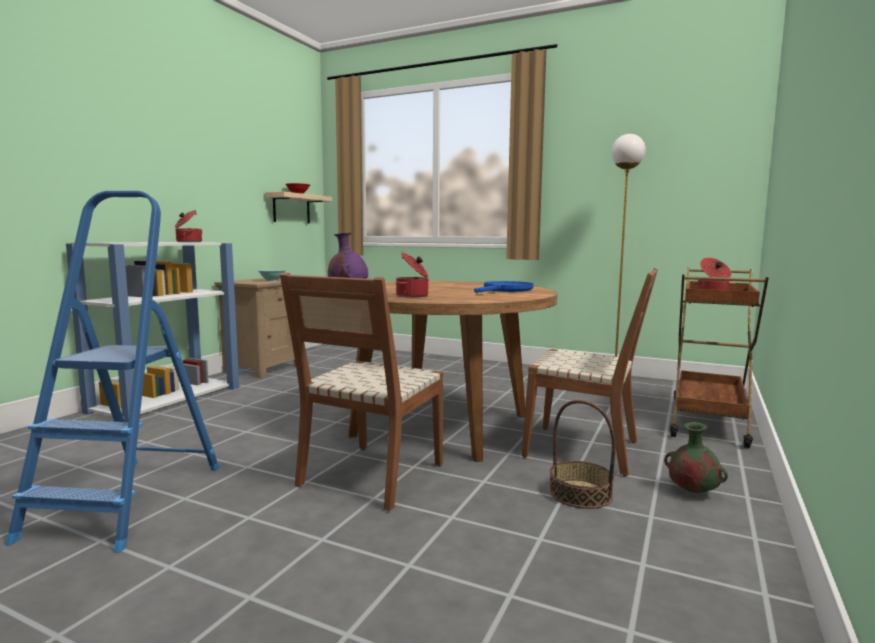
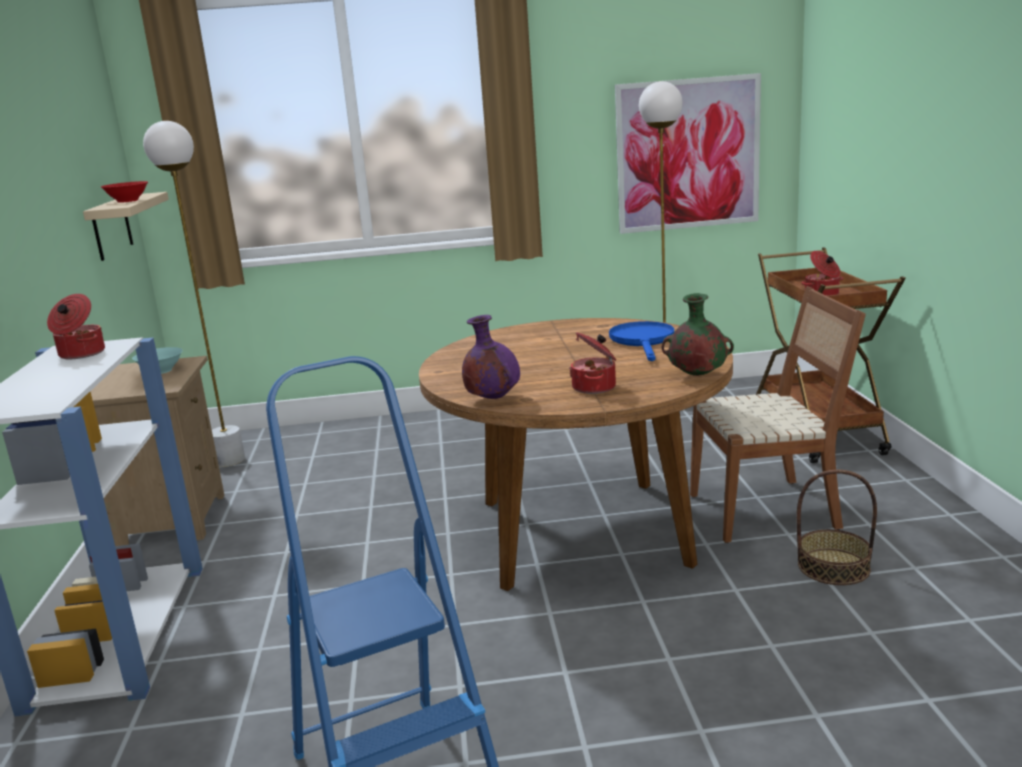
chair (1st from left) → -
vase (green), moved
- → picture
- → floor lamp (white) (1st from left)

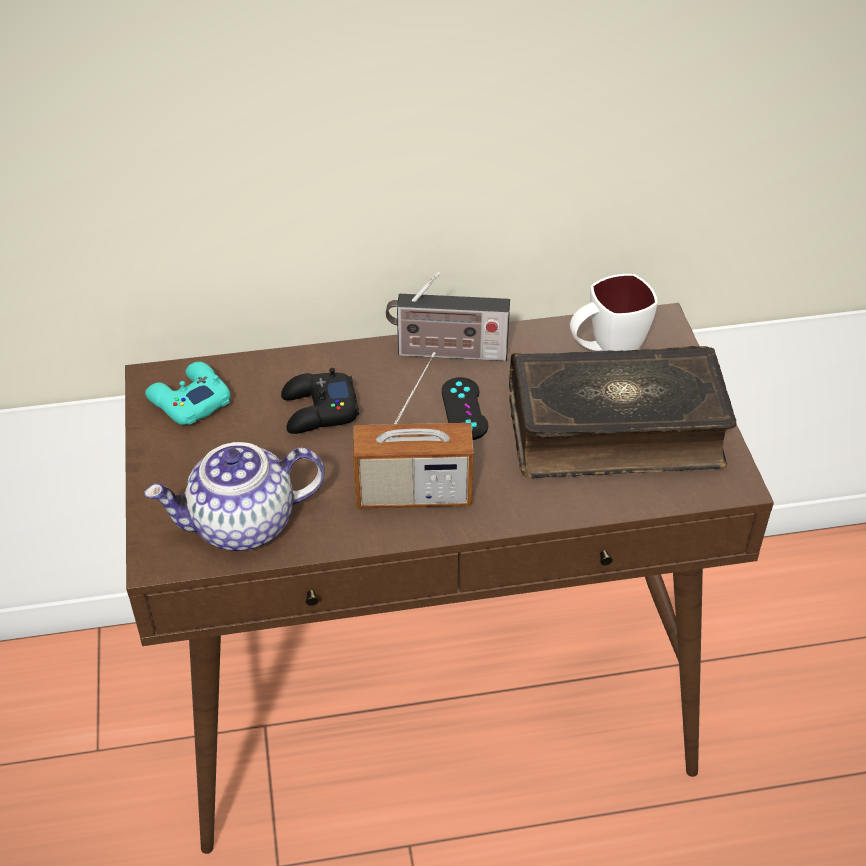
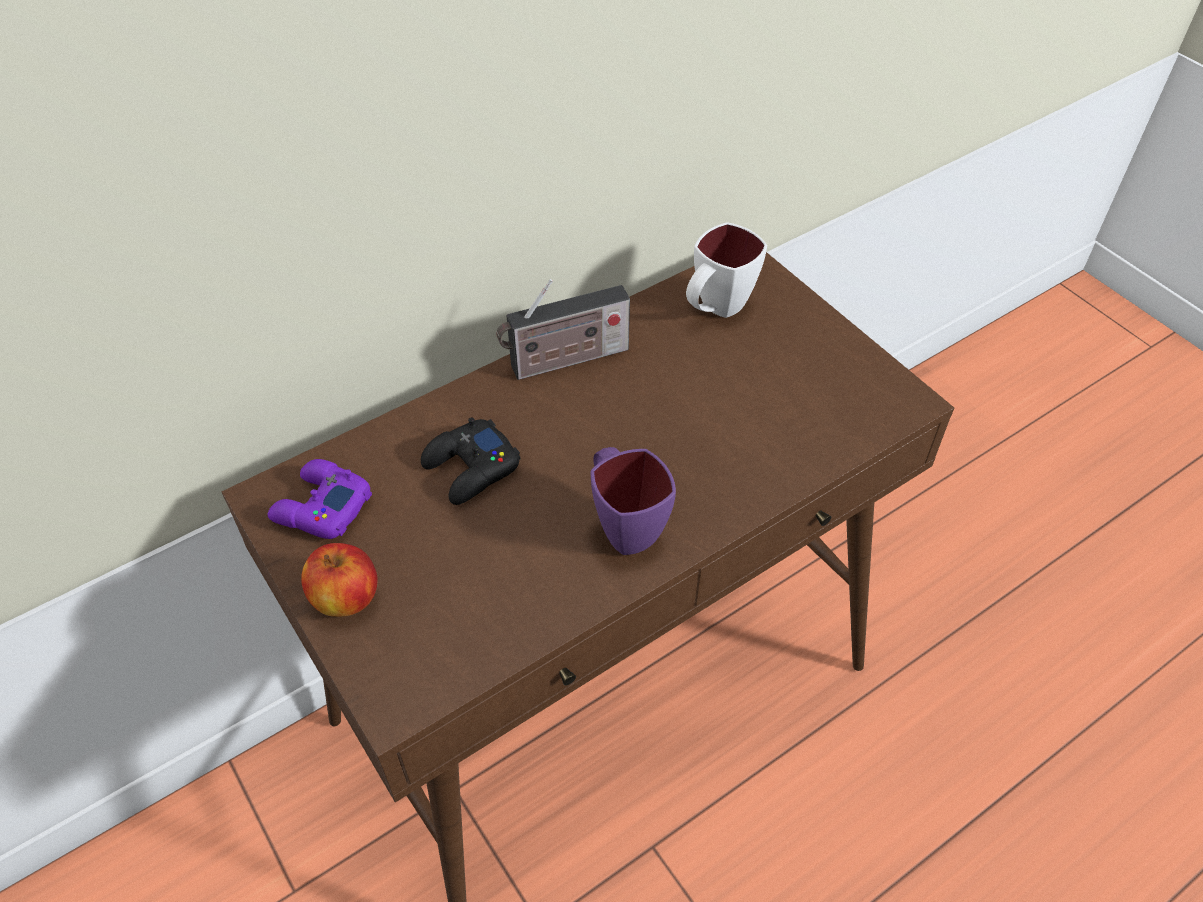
book → -
radio (1st from left) → mug (purple)
game controller (turquoise) → game controller (purple)
game controller (black) (2nd from left) → -
teapot → -
- → apple

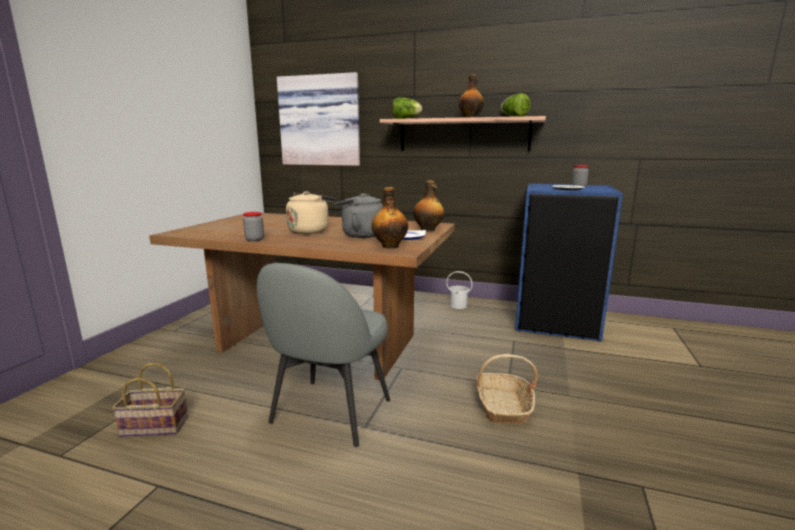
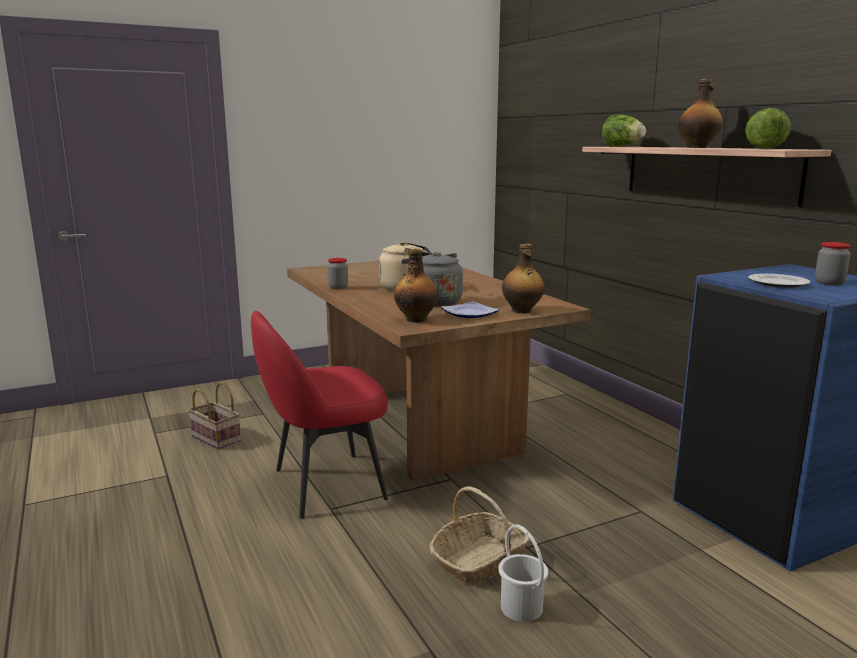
picture → -
chair (grey) → chair (red)
bucket (white), moved

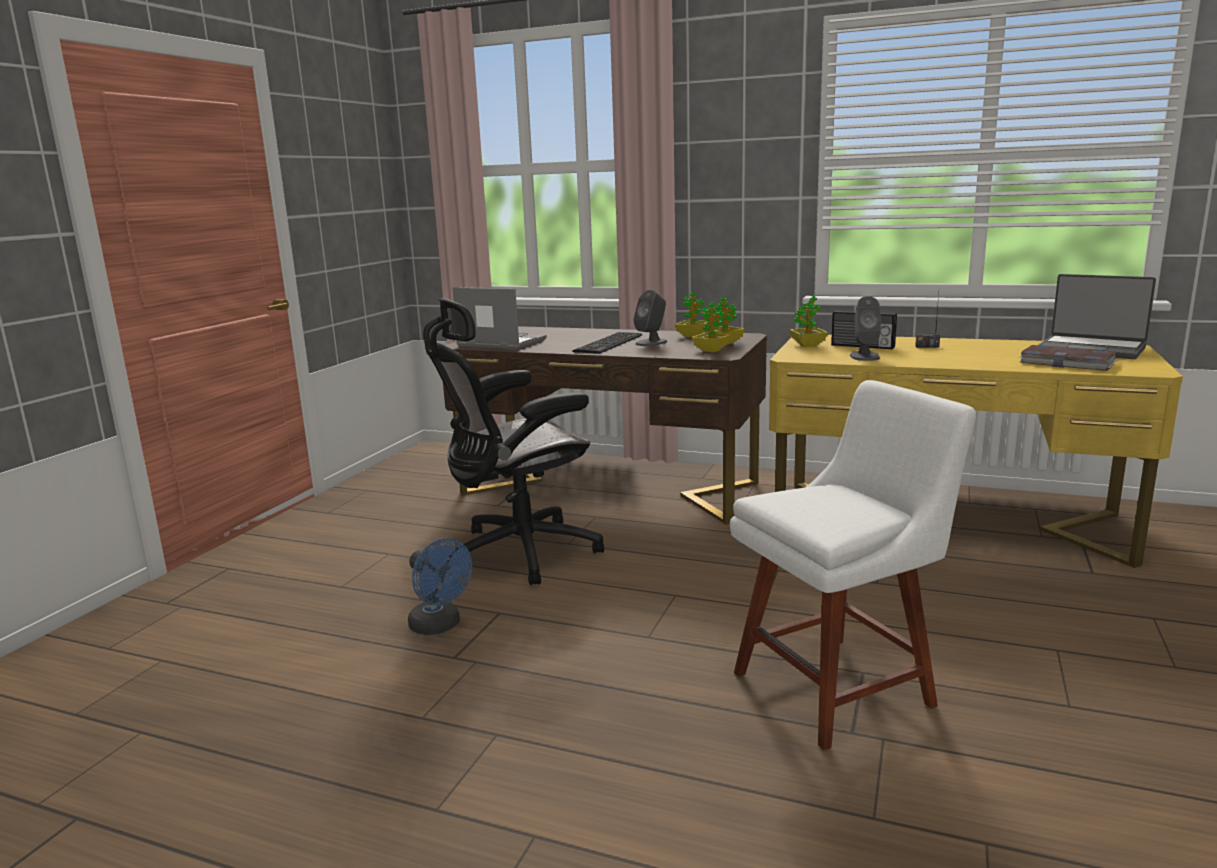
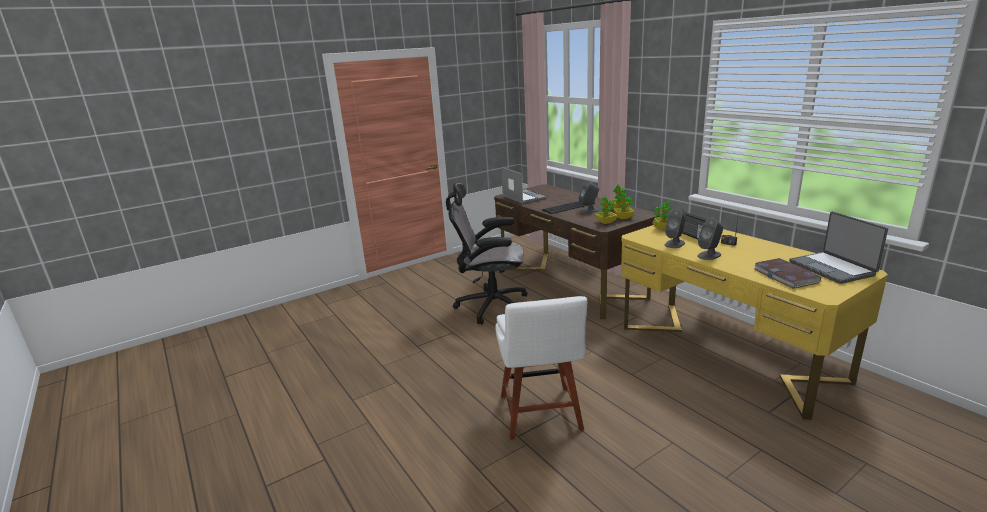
chair (white), 75 degrees clockwise
fan (blue) → -
- → speaker (grey) (3rd from left)

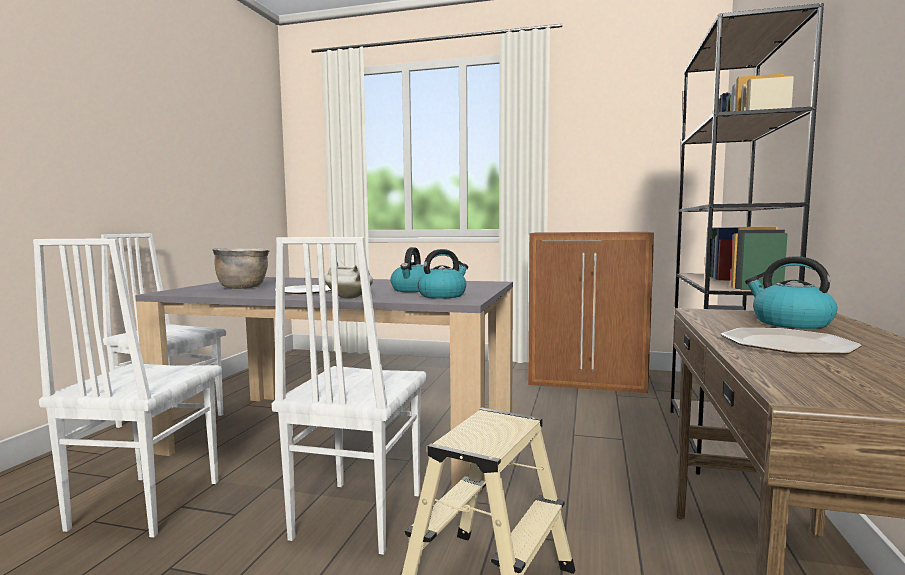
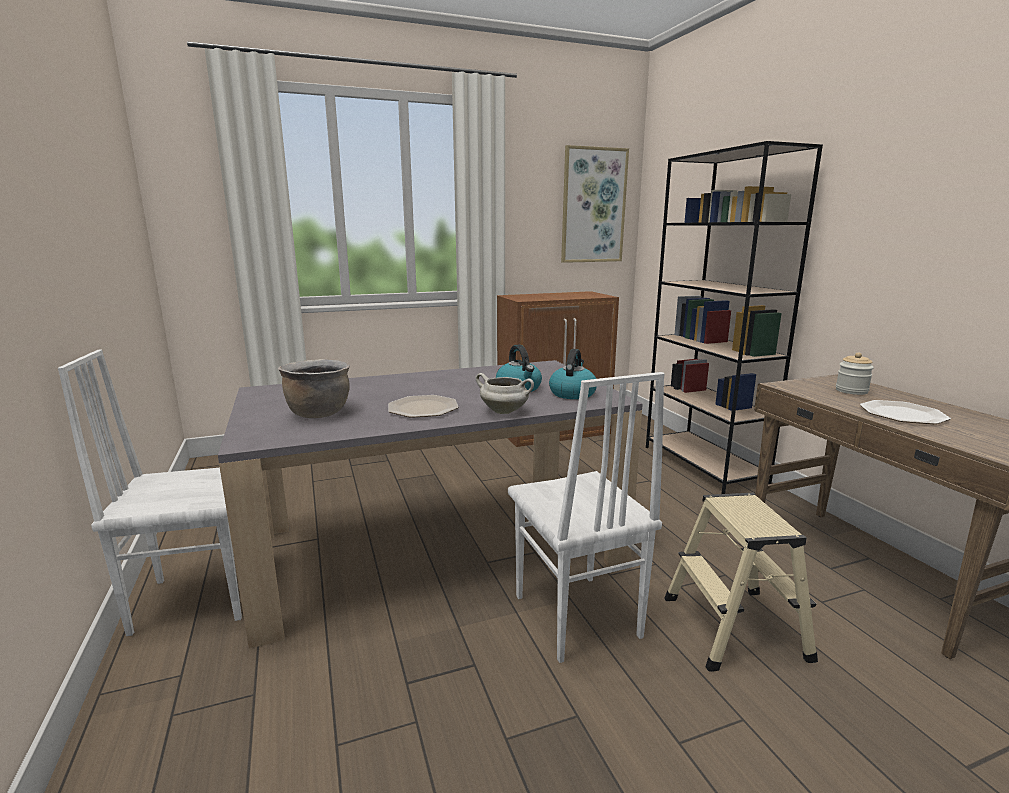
chair (white) (1st from left) → -
kettle (3rd from left) → jar
- → picture

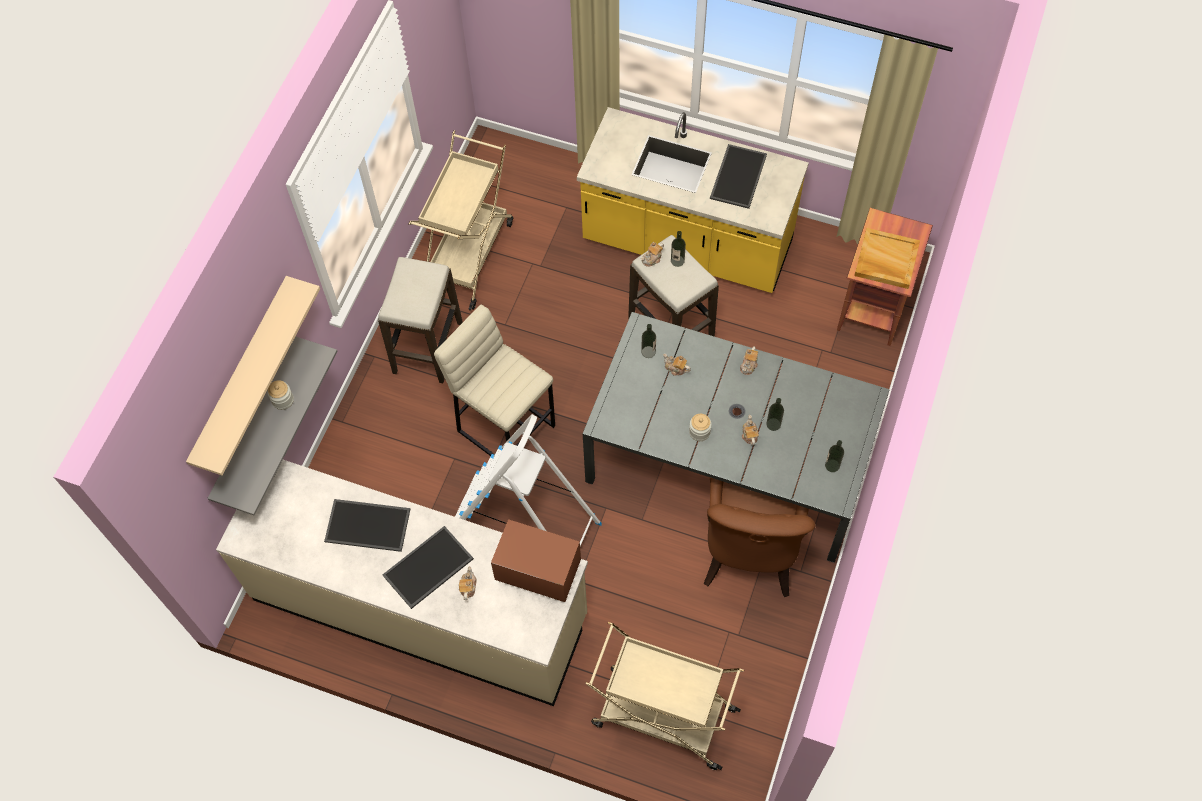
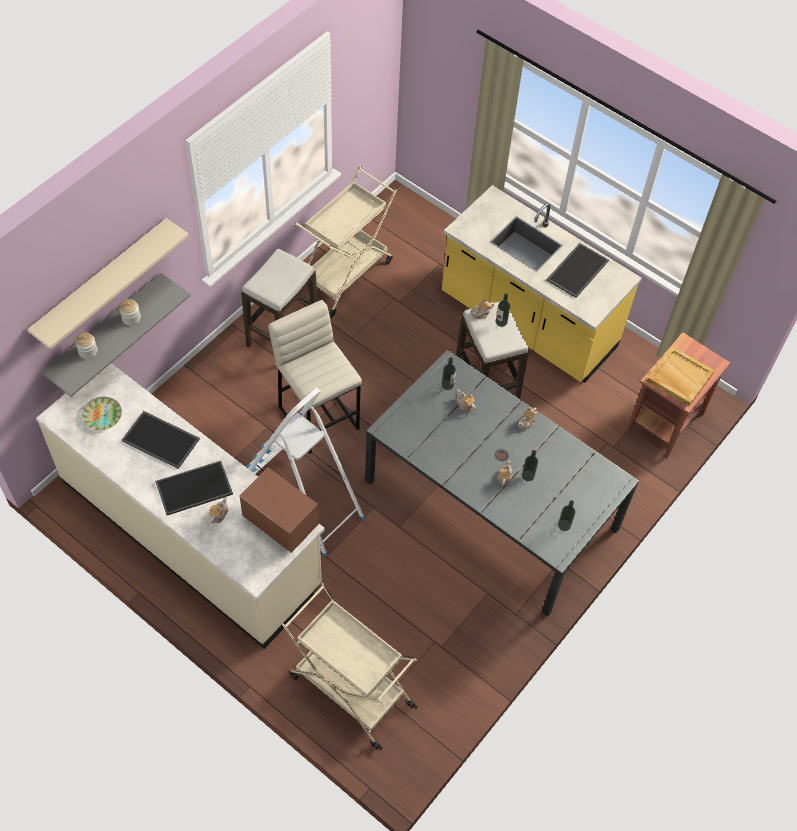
jar (2nd from left in the first image) → jar (1st from left), moved
chair (brown) → -
- → plate

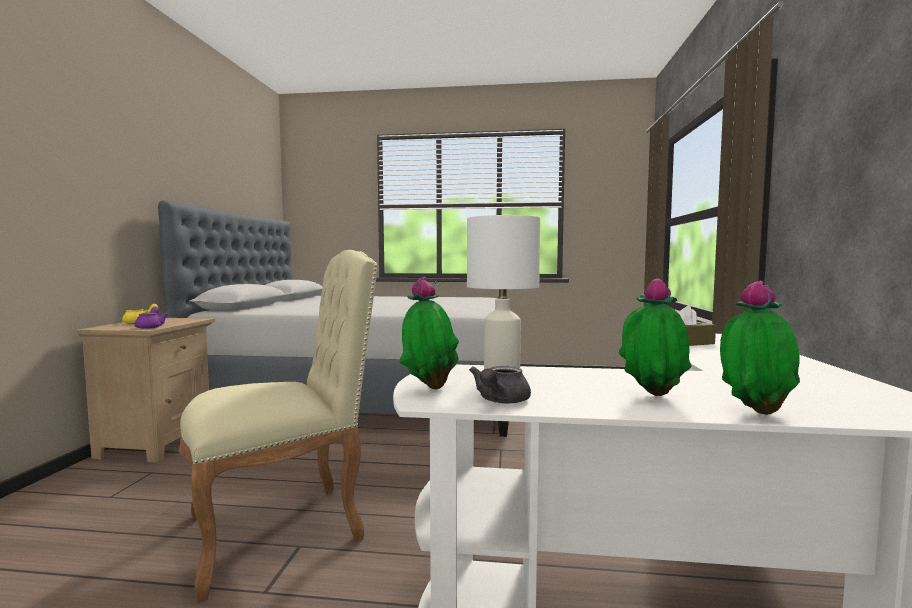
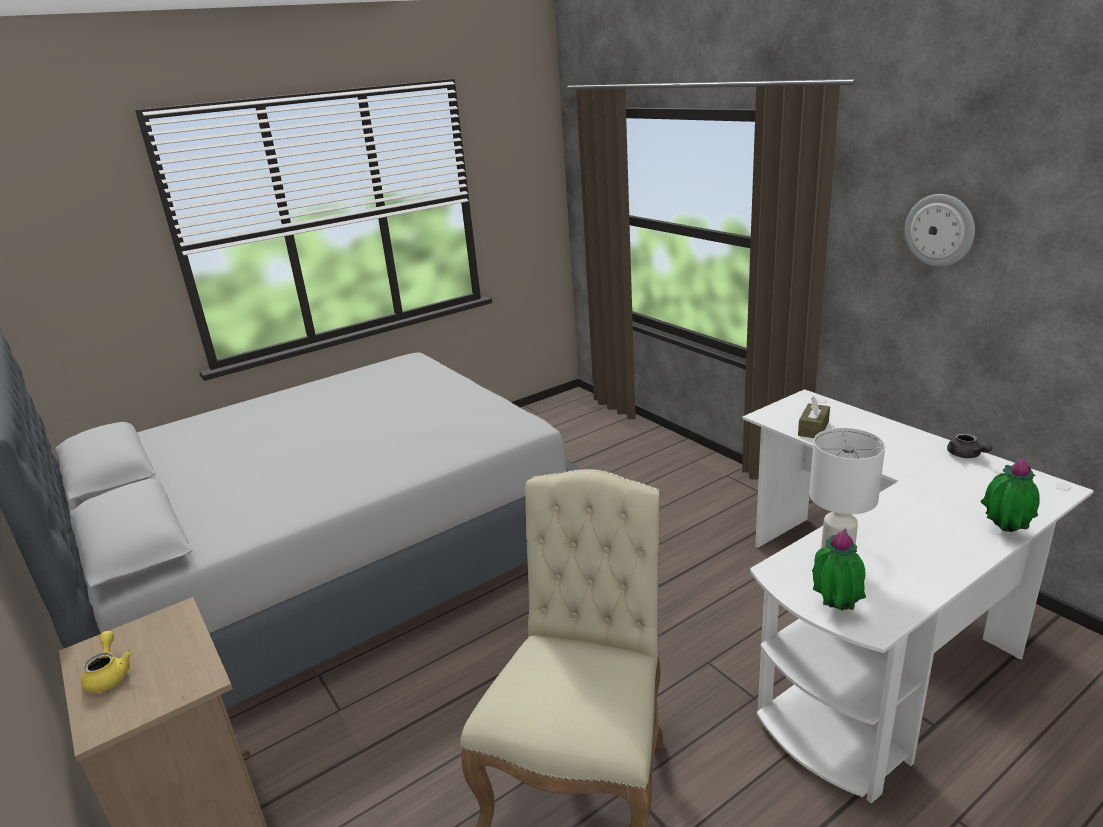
potted plant (2nd from left) → -
teapot (purple) → -
teapot (grey), moved
- → wall clock

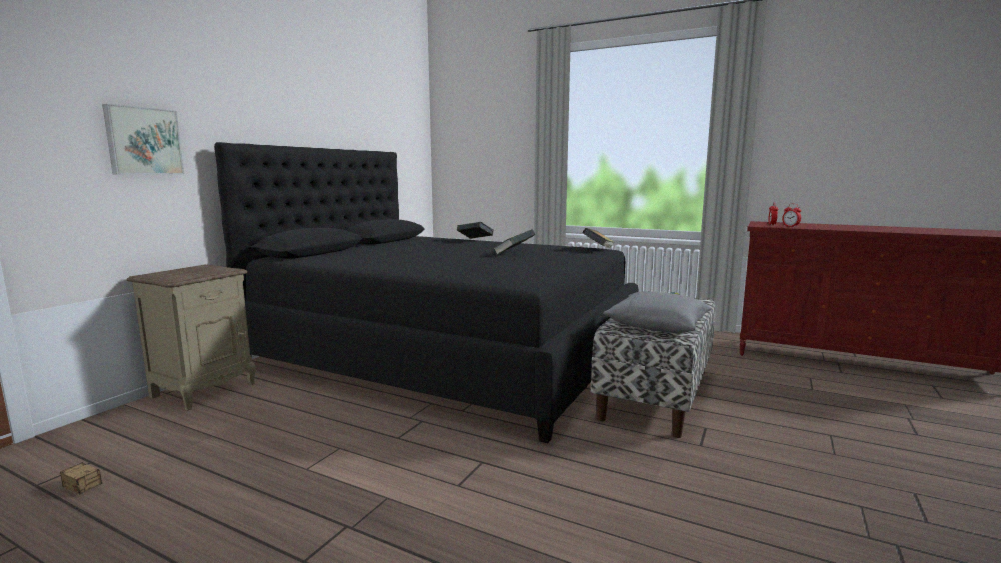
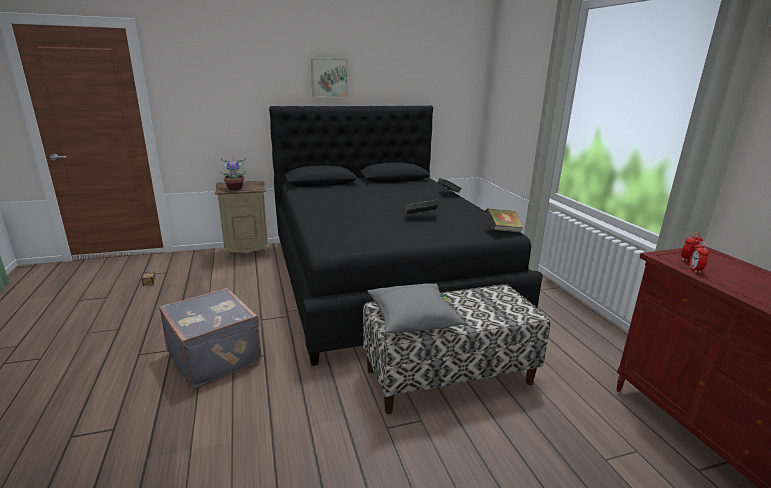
picture, moved
- → potted plant
- → suitcase (grey)

